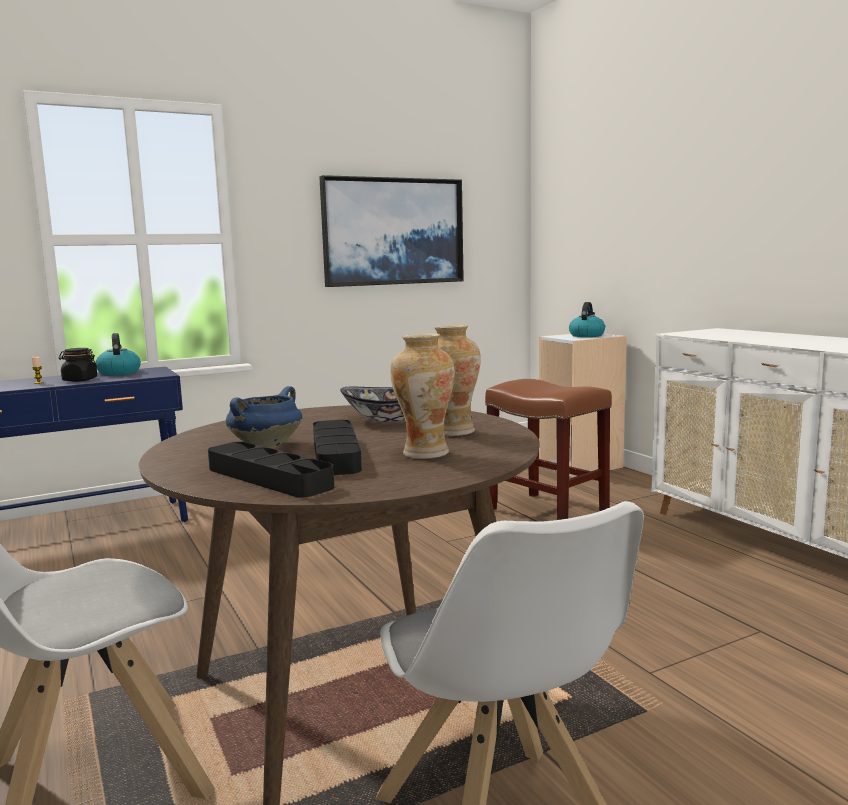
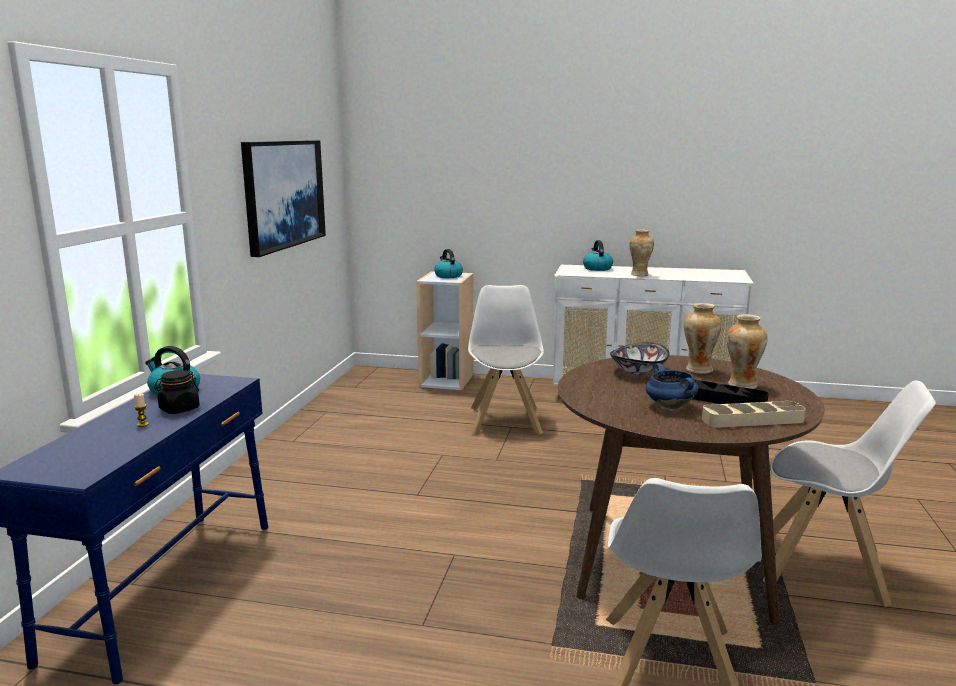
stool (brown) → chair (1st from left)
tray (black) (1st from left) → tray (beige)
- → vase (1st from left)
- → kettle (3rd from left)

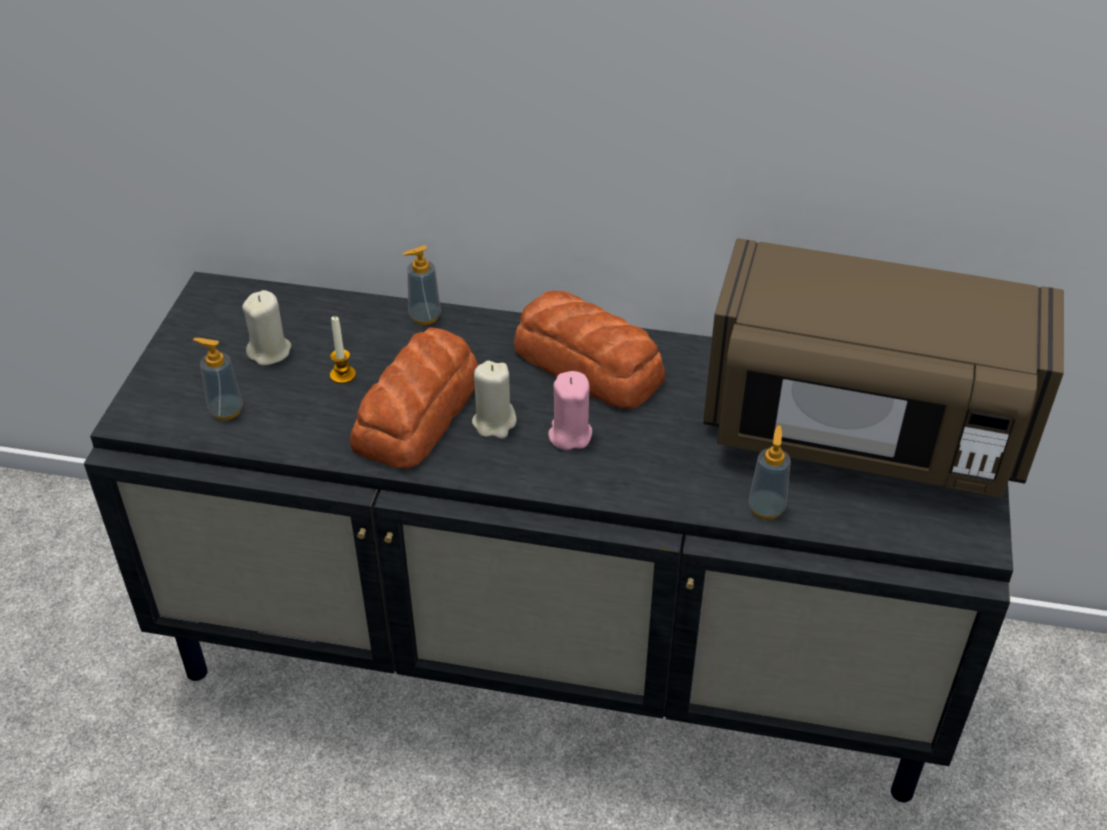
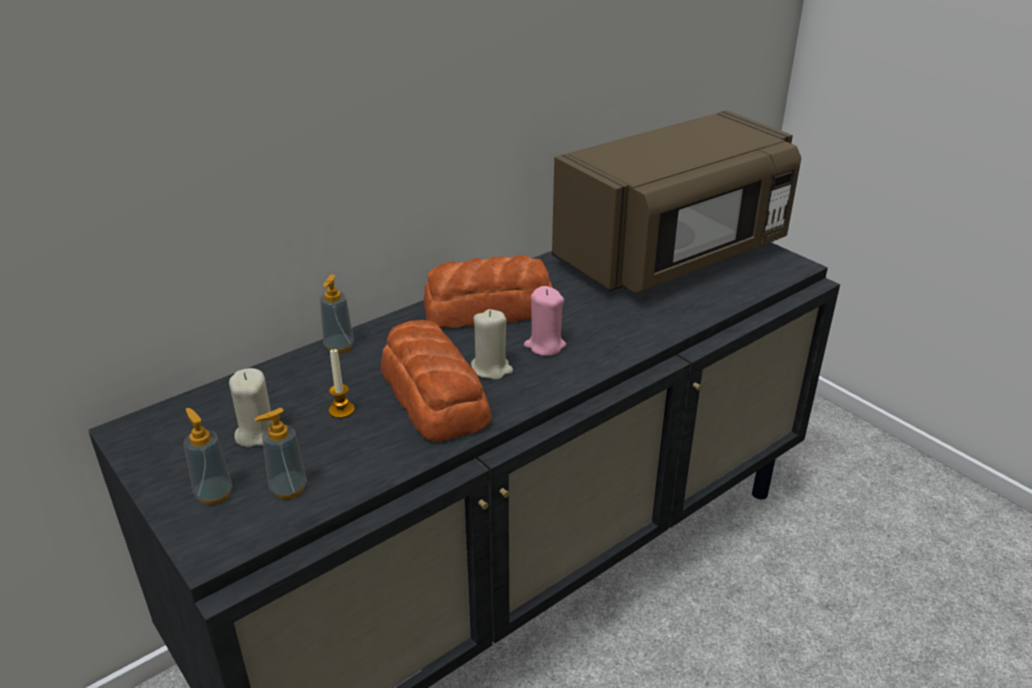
soap dispenser (3rd from left in the first image) → soap dispenser (1st from left), moved

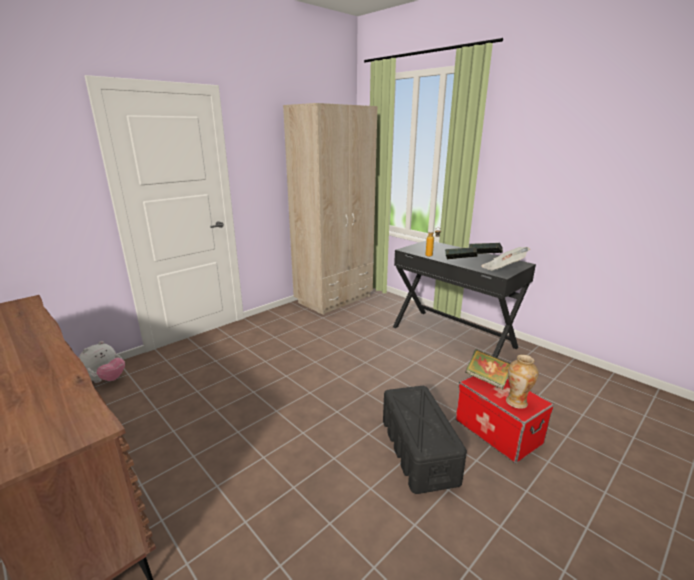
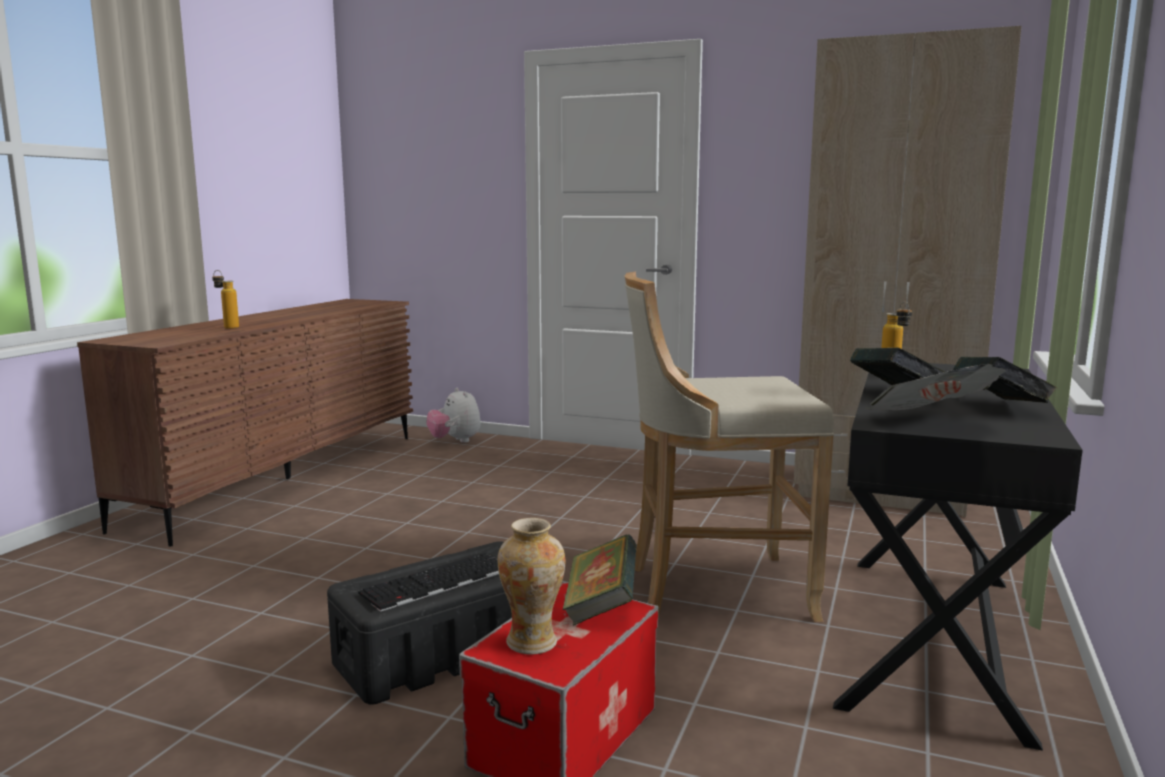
plush toy, 60 degrees clockwise
- → bottle (1st from left)
- → stool (beige)
- → keyboard

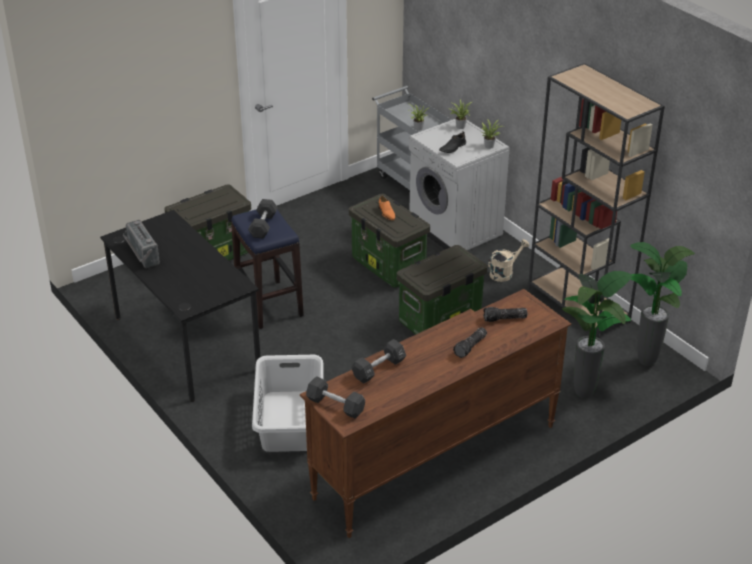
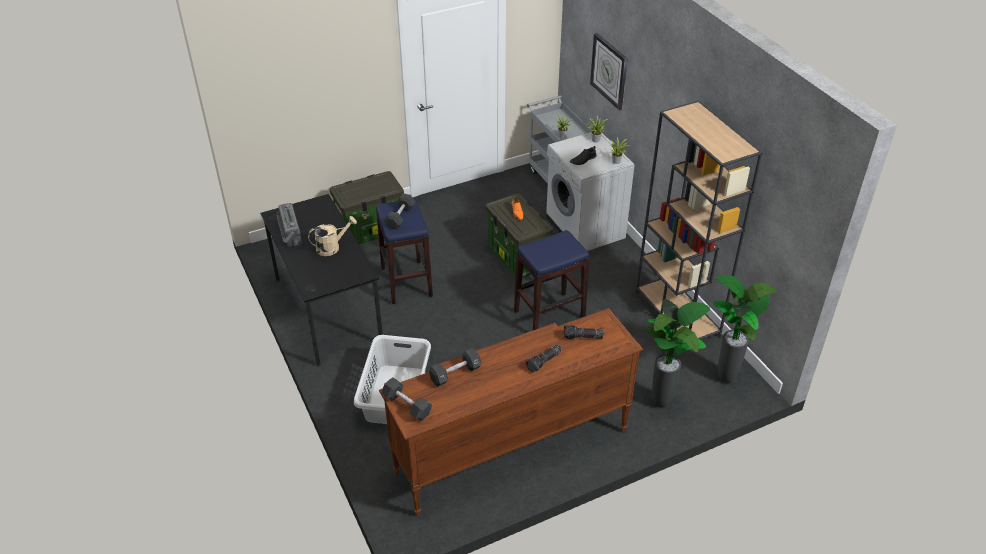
watering can (beige), moved
storage box (3rd from left) → stool (2nd from left)
- → wall clock

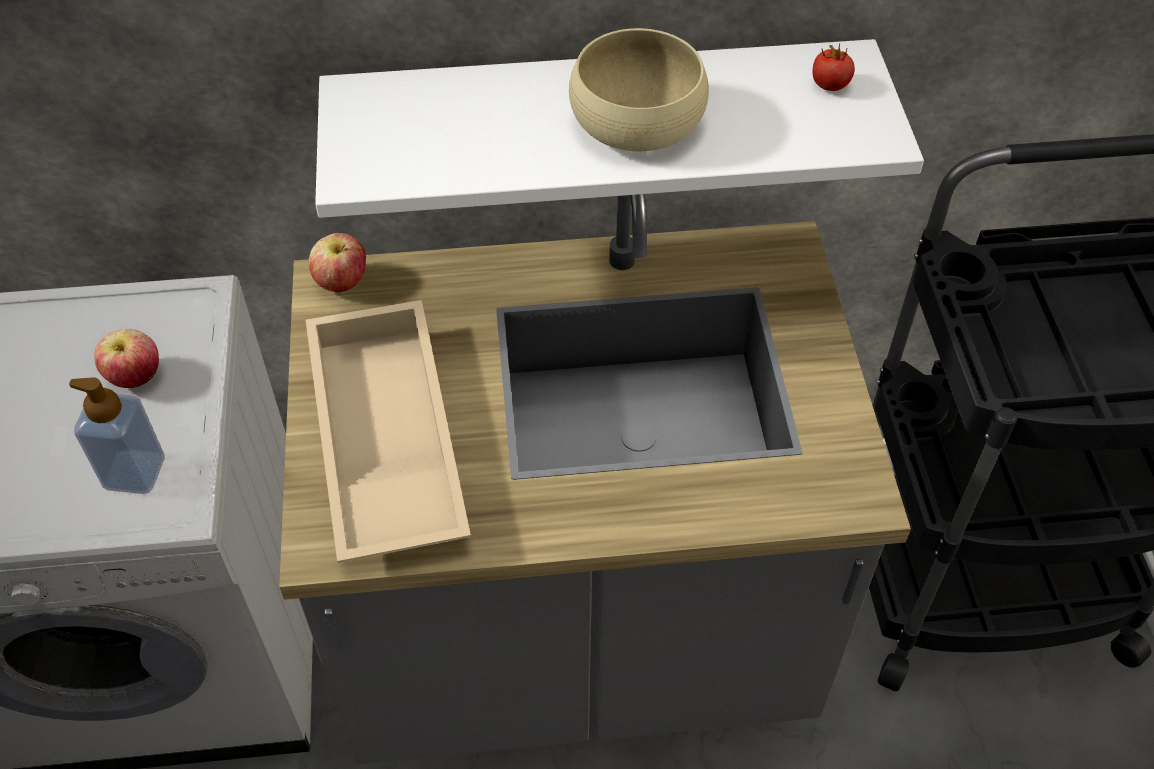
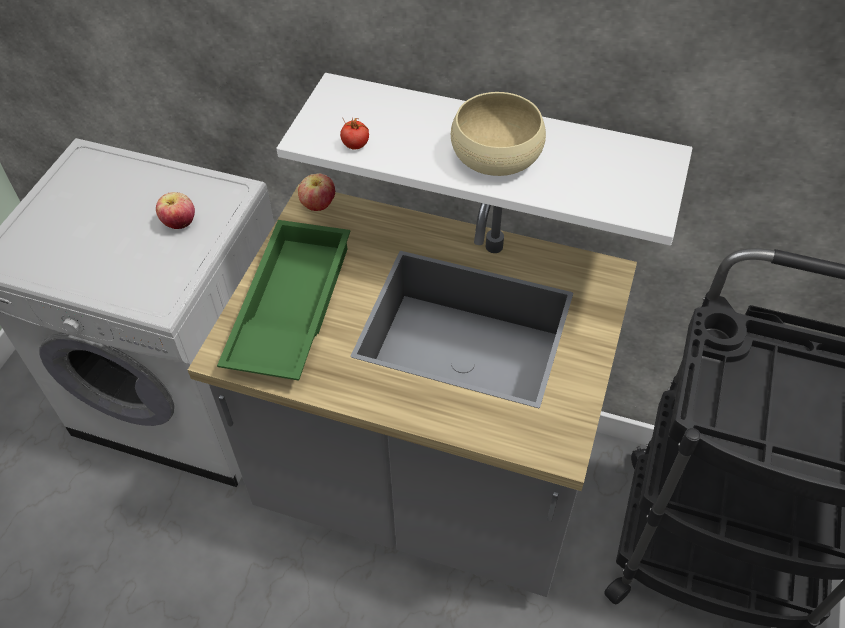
tomato, moved
tray (beige) → tray (green)
soap dispenser → -

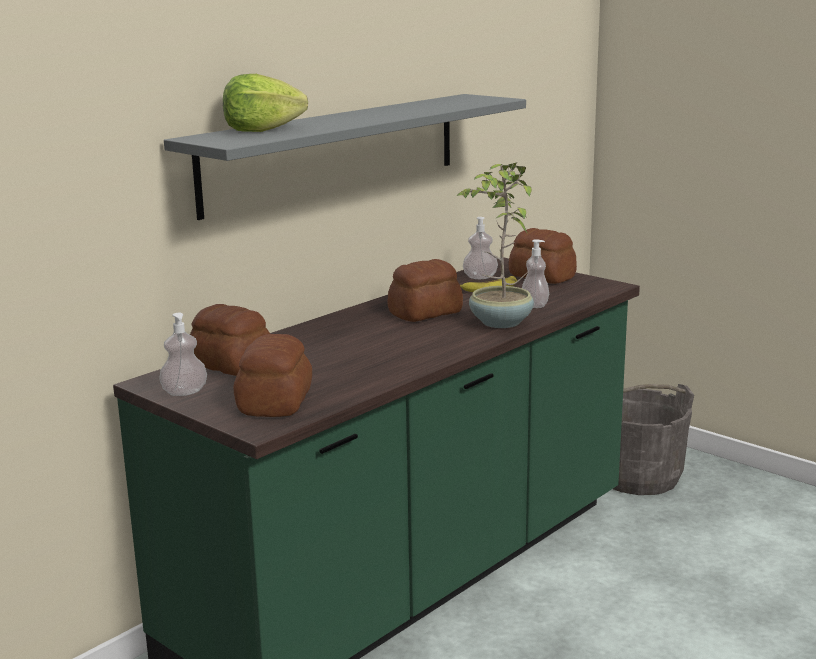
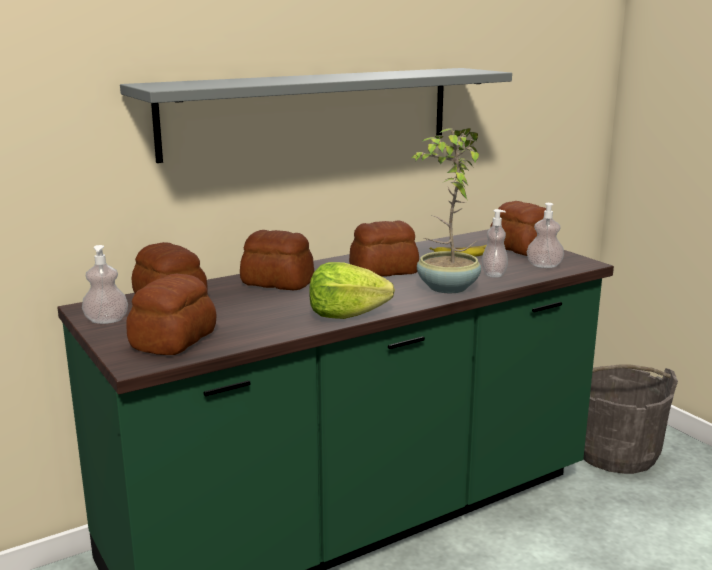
lettuce, moved
soap dispenser (2nd from left in the first image) → soap dispenser (3rd from left), moved
- → bread (3rd from left)

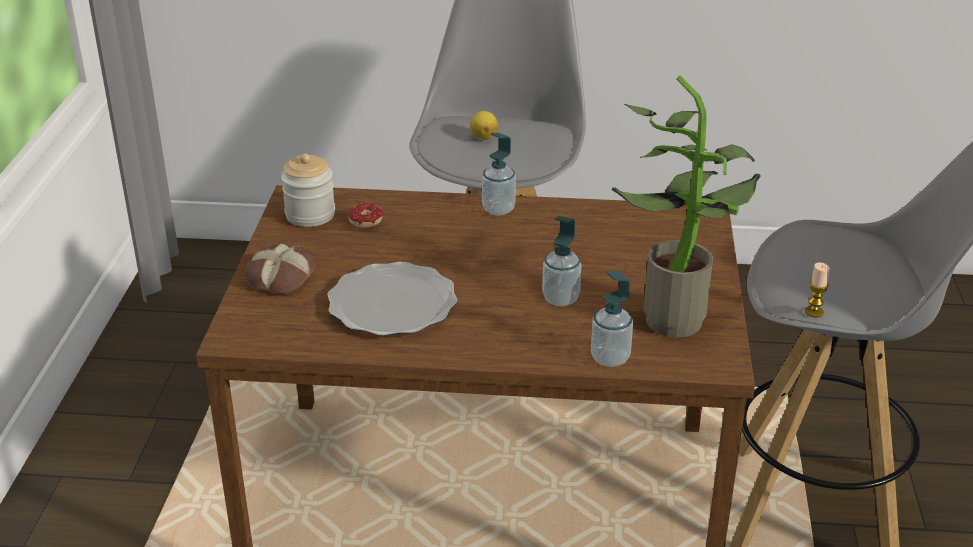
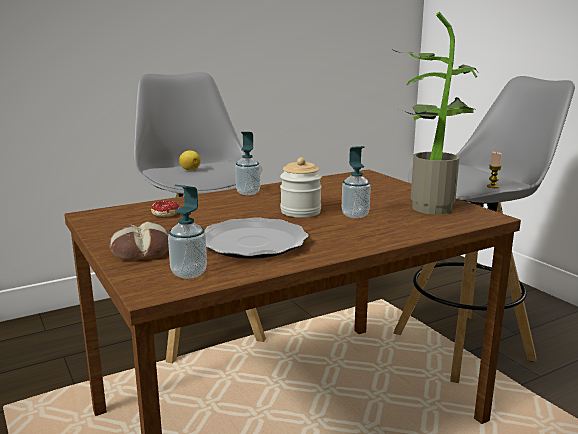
jar, moved
soap dispenser (3rd from left in the first image) → soap dispenser (1st from left), moved

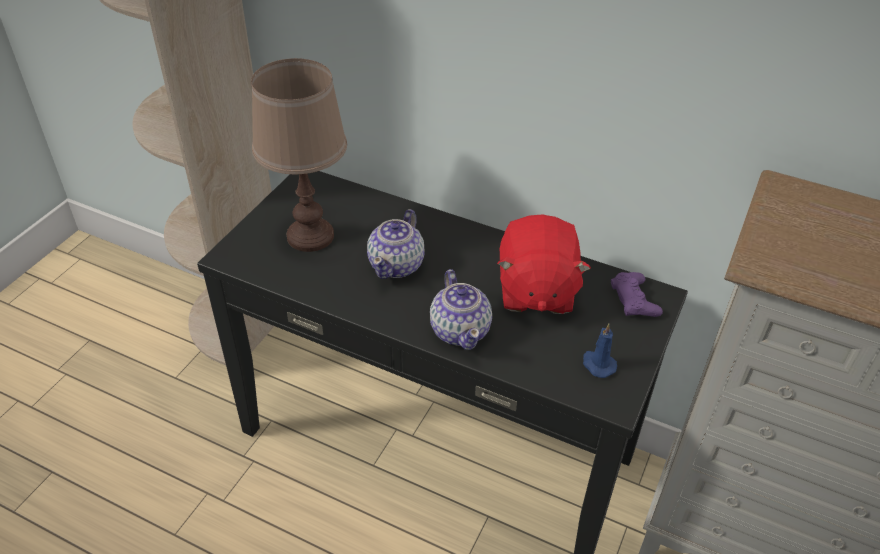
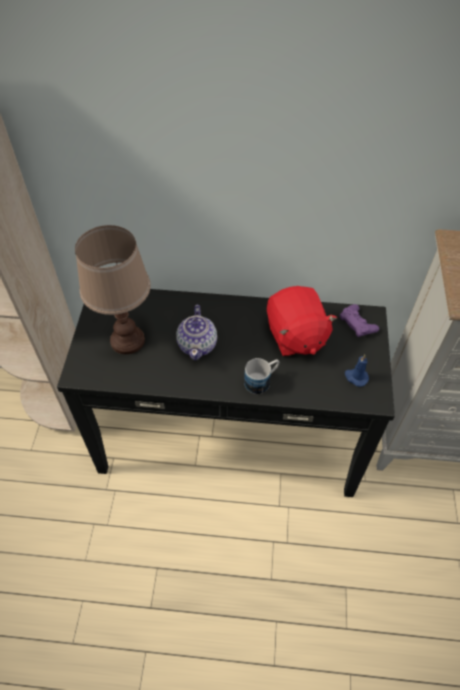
teapot (2nd from left) → mug

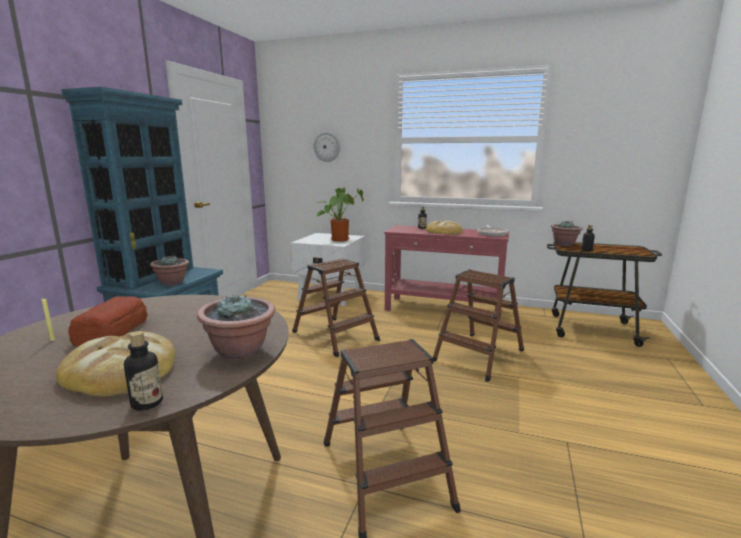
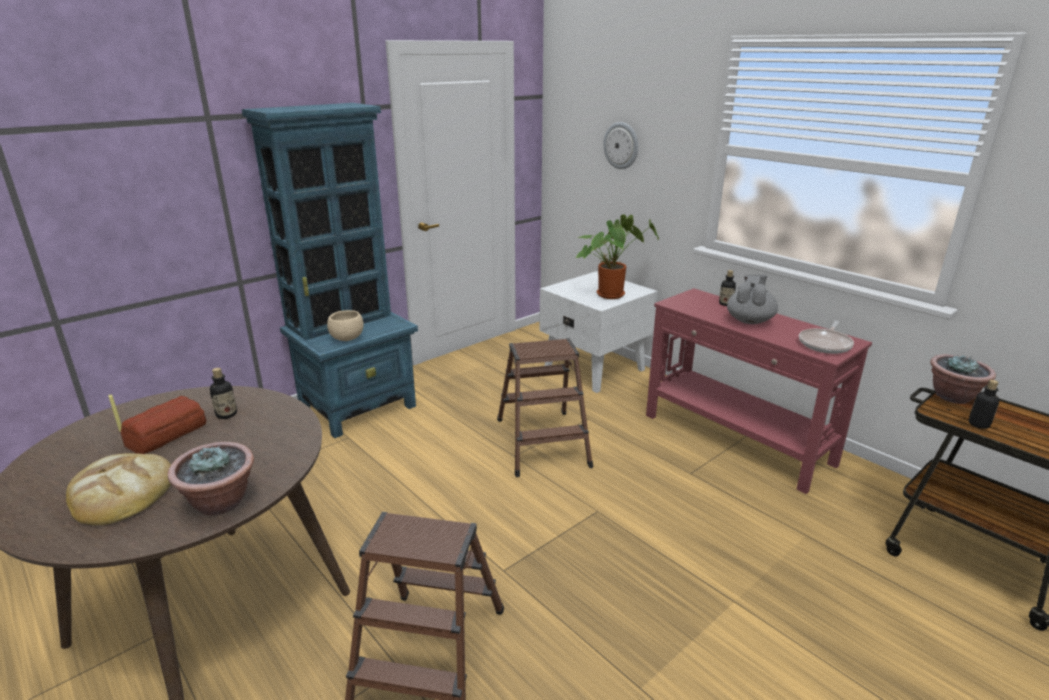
bread (3rd from left) → teapot (grey)
potted plant (1st from left) → bowl (beige)
step ladder (brown) (3rd from left) → -
bottle (1st from left), moved

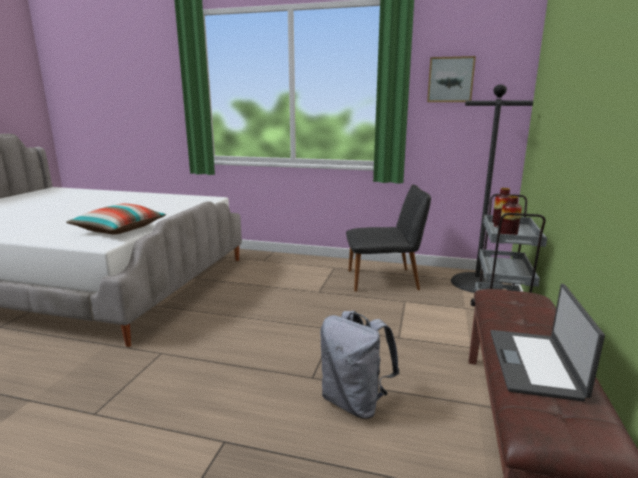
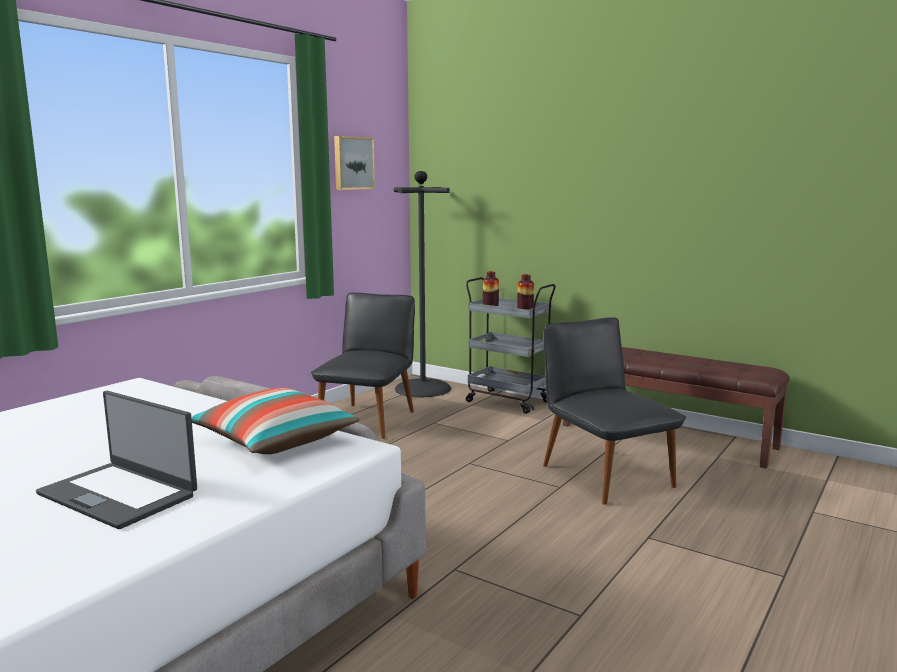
laptop, moved
backpack (grey) → chair (black) (2nd from left)

